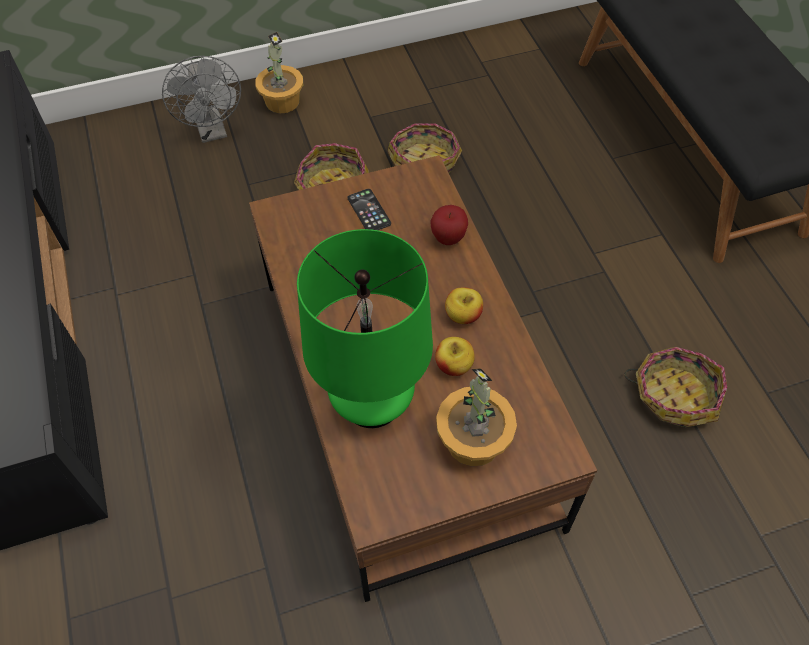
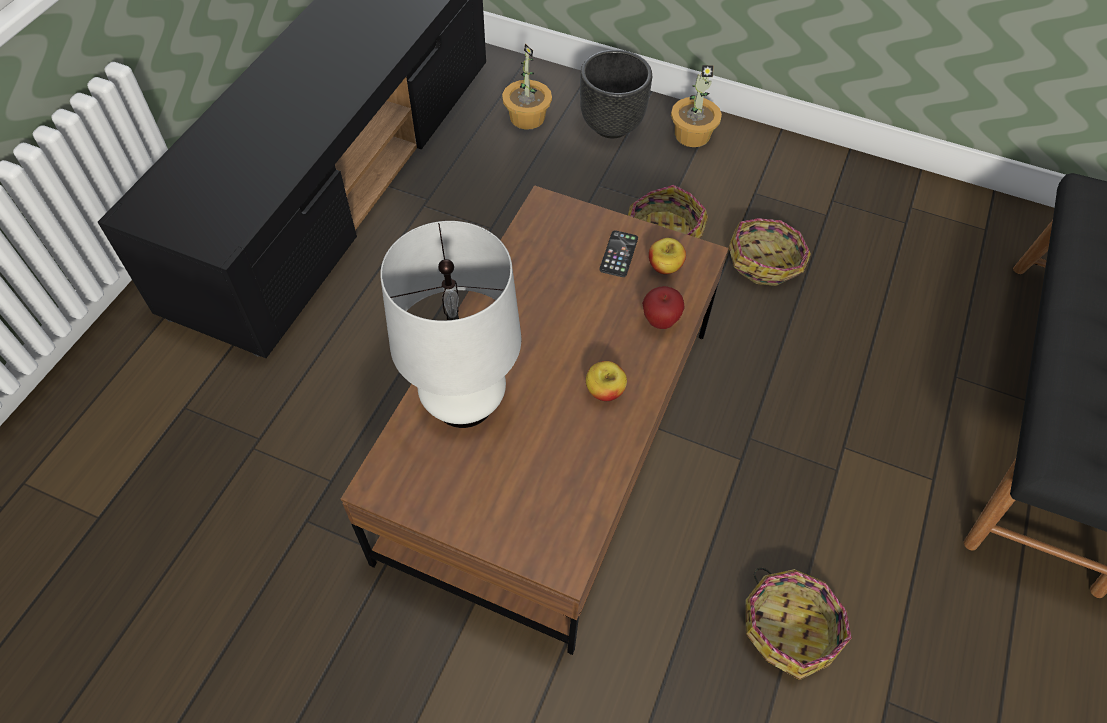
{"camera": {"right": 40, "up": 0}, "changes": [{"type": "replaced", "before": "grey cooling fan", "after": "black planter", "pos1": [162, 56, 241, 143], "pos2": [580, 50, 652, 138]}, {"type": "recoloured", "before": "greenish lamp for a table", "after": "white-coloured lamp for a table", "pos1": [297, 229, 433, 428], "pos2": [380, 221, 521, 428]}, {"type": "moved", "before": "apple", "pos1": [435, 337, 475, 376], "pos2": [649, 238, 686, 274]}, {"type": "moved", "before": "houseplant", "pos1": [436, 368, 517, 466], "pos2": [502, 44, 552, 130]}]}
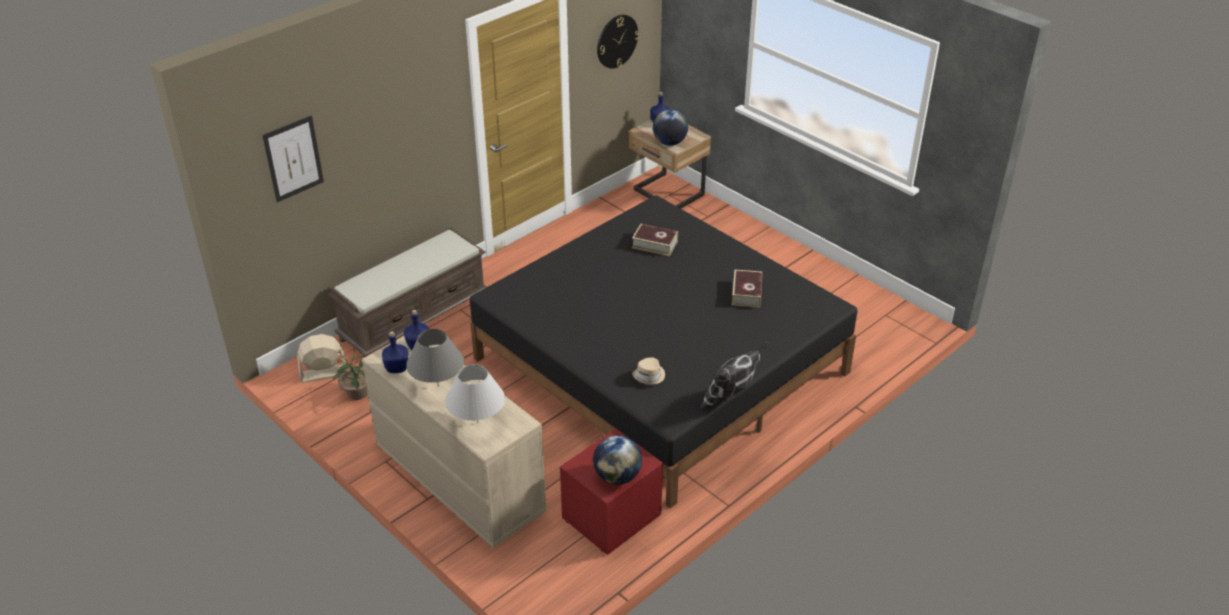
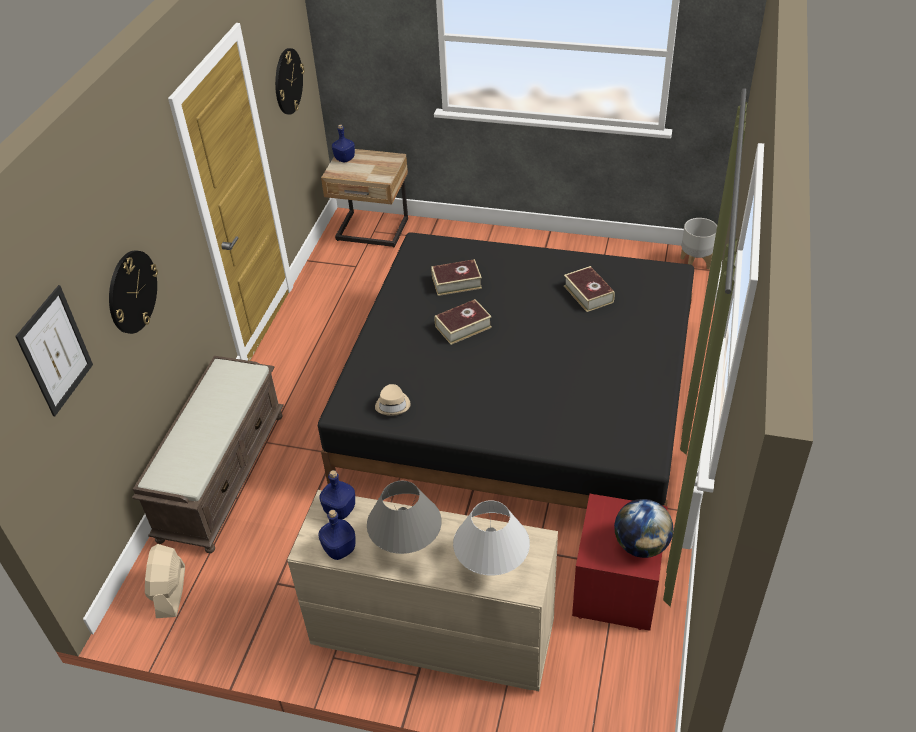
{"camera": {"right": -30, "up": 5}, "changes": [{"type": "removed", "before": "globe", "pos1": [653, 110, 688, 146]}, {"type": "turned", "before": "sand-coloured cooling fan", "pos1": [297, 334, 346, 383], "pos2": [145, 544, 185, 618], "turn": -45}, {"type": "removed", "before": "throw pillow", "pos1": [701, 342, 769, 409]}, {"type": "removed", "before": "houseplant", "pos1": [333, 346, 368, 400]}, {"type": "moved", "before": "sand-coloured hat", "pos1": [632, 357, 665, 385], "pos2": [375, 384, 411, 416]}, {"type": "added", "after": "grey planter", "pos2": [680, 218, 717, 270]}, {"type": "added", "after": "hanging clock", "pos2": [109, 251, 158, 334]}, {"type": "added", "after": "volume", "pos2": [435, 299, 492, 345]}]}
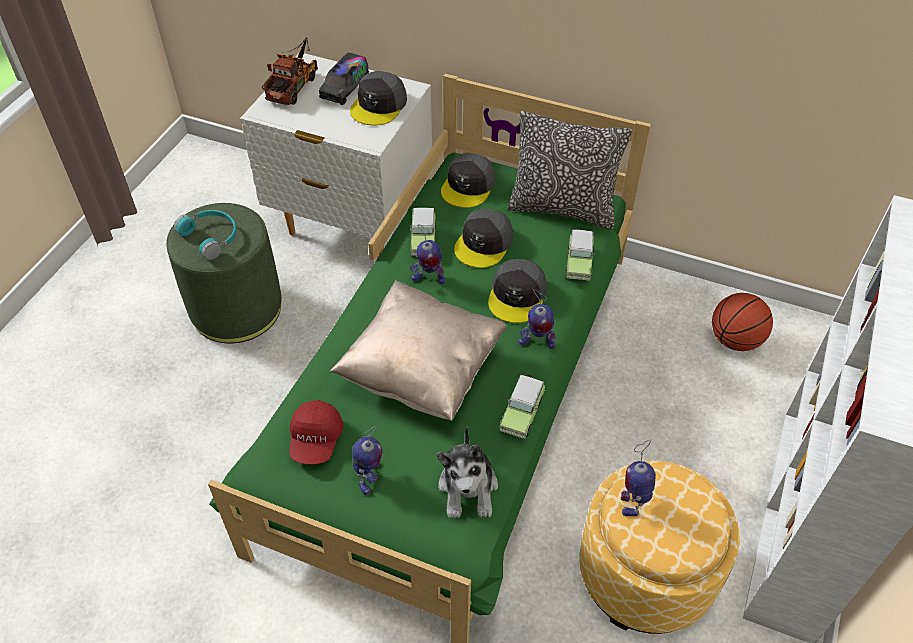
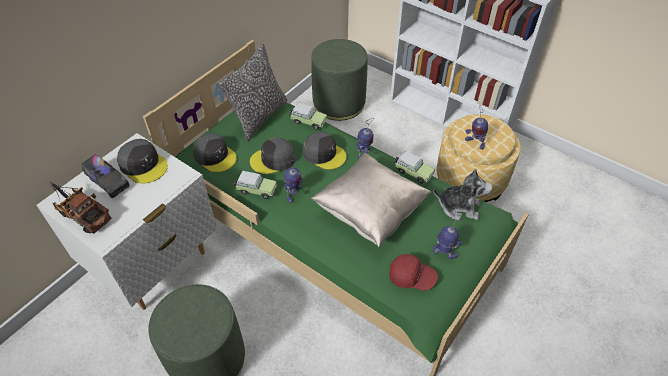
{"camera": {"right": -75, "up": 0}, "changes": [{"type": "turned", "before": "grey cap", "pos1": [454, 208, 513, 268], "pos2": [250, 137, 295, 174], "turn": 120}, {"type": "removed", "before": "turquoise-coloured pair of headphones", "pos1": [174, 210, 237, 260]}, {"type": "replaced", "before": "ball for basketball", "after": "greenish ottoman", "pos1": [712, 293, 773, 351], "pos2": [311, 39, 368, 121]}]}
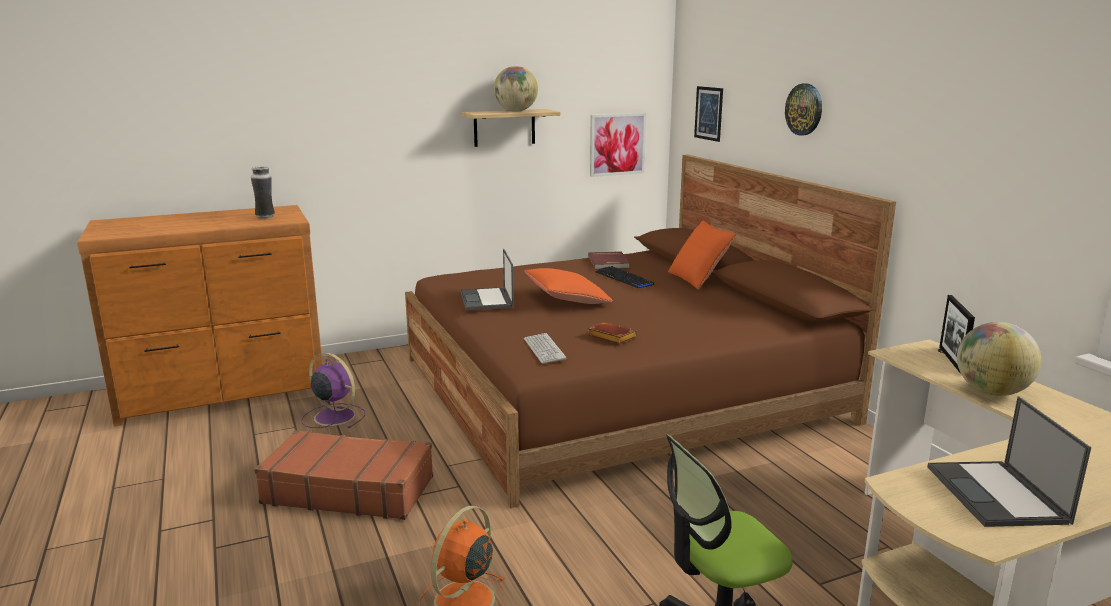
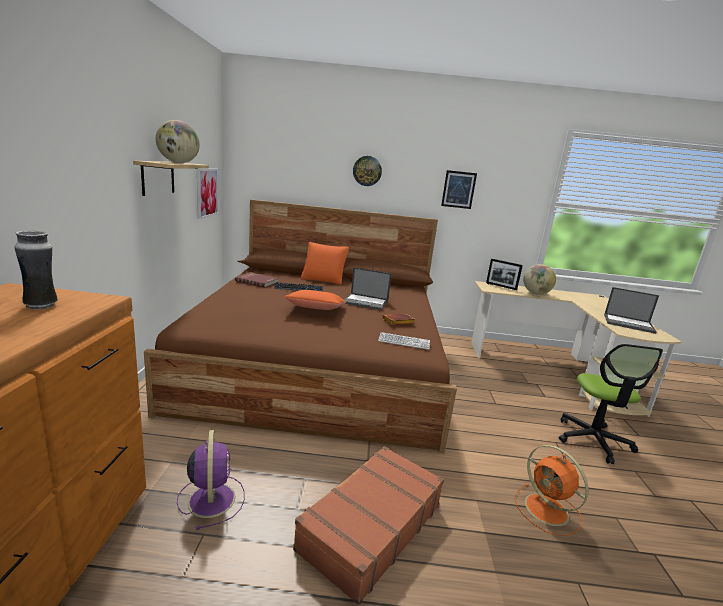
{"camera": {"right": -65, "up": 0}, "changes": [{"type": "moved", "before": "wall picture", "pos1": [694, 86, 723, 142], "pos2": [441, 170, 477, 209]}, {"type": "moved", "before": "portable computer", "pos1": [460, 249, 514, 311], "pos2": [344, 267, 392, 310]}, {"type": "turned", "before": "purplish cooling fan", "pos1": [301, 352, 365, 428], "pos2": [177, 430, 245, 530], "turn": 105}]}
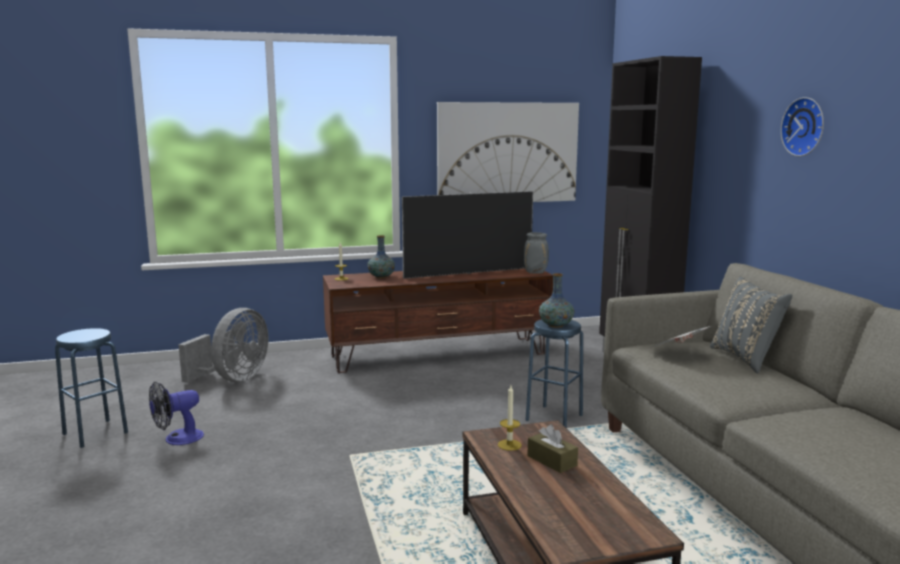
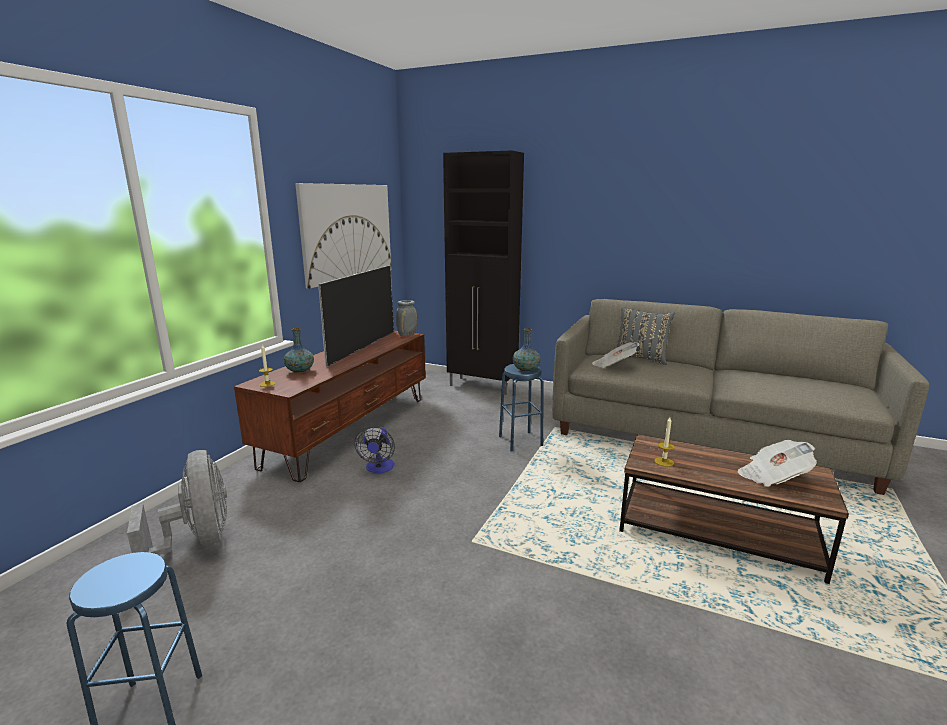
{"camera": {"right": -50, "up": 5}, "changes": [{"type": "removed", "before": "hanging clock", "pos1": [781, 97, 824, 156]}, {"type": "moved", "before": "cooling fan", "pos1": [149, 381, 204, 445], "pos2": [354, 427, 395, 473]}, {"type": "removed", "before": "brown-coloured tissue box", "pos1": [527, 424, 578, 473]}, {"type": "added", "after": "printed paper", "pos2": [738, 440, 817, 487]}]}
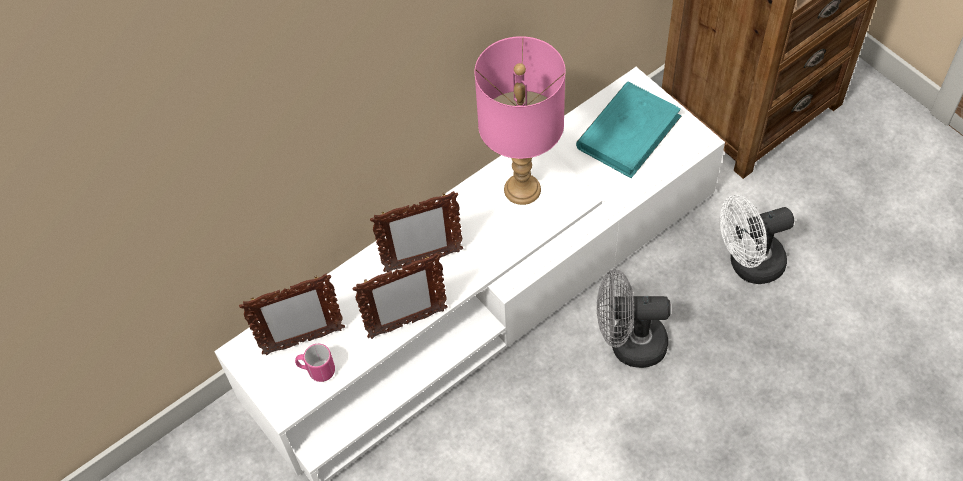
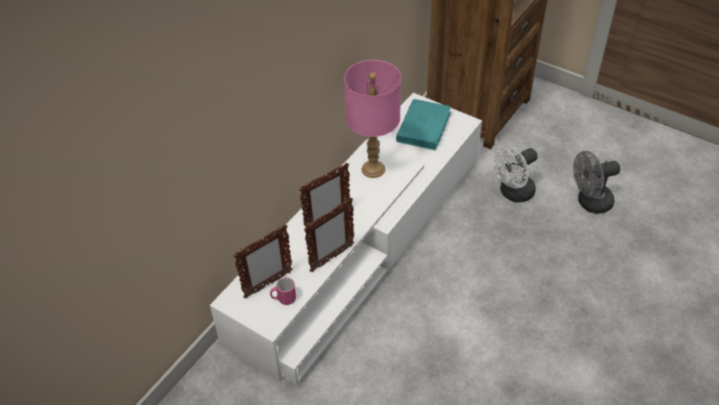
{"camera": {"right": -20, "up": -10}, "changes": [{"type": "moved", "before": "grey cooling fan", "pos1": [597, 270, 671, 368], "pos2": [573, 151, 621, 214]}]}
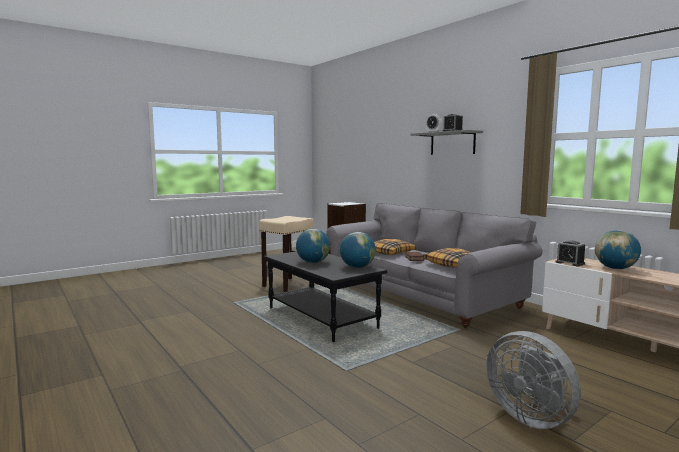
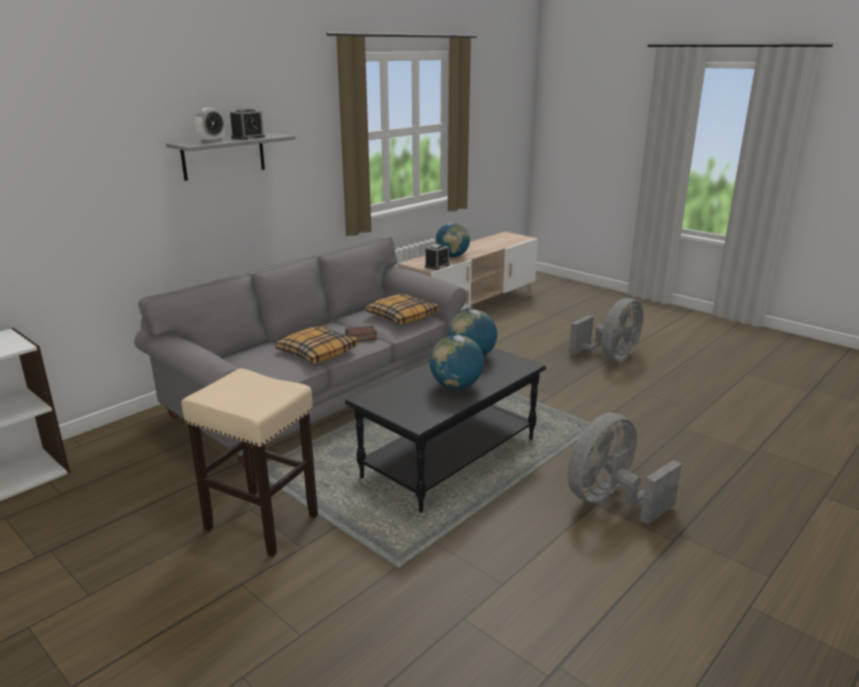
{"camera": {"right": -100, "up": 15}, "changes": [{"type": "added", "after": "grey cooling fan", "pos2": [567, 413, 682, 524]}]}
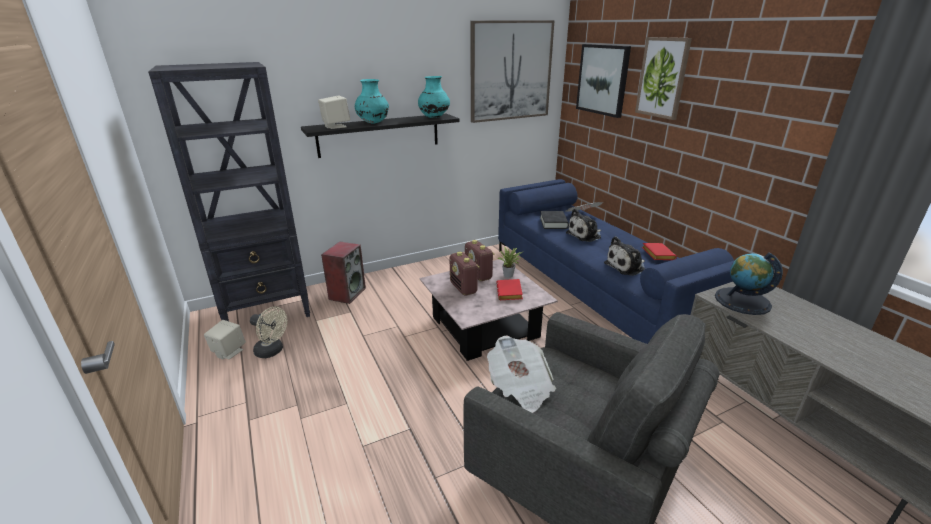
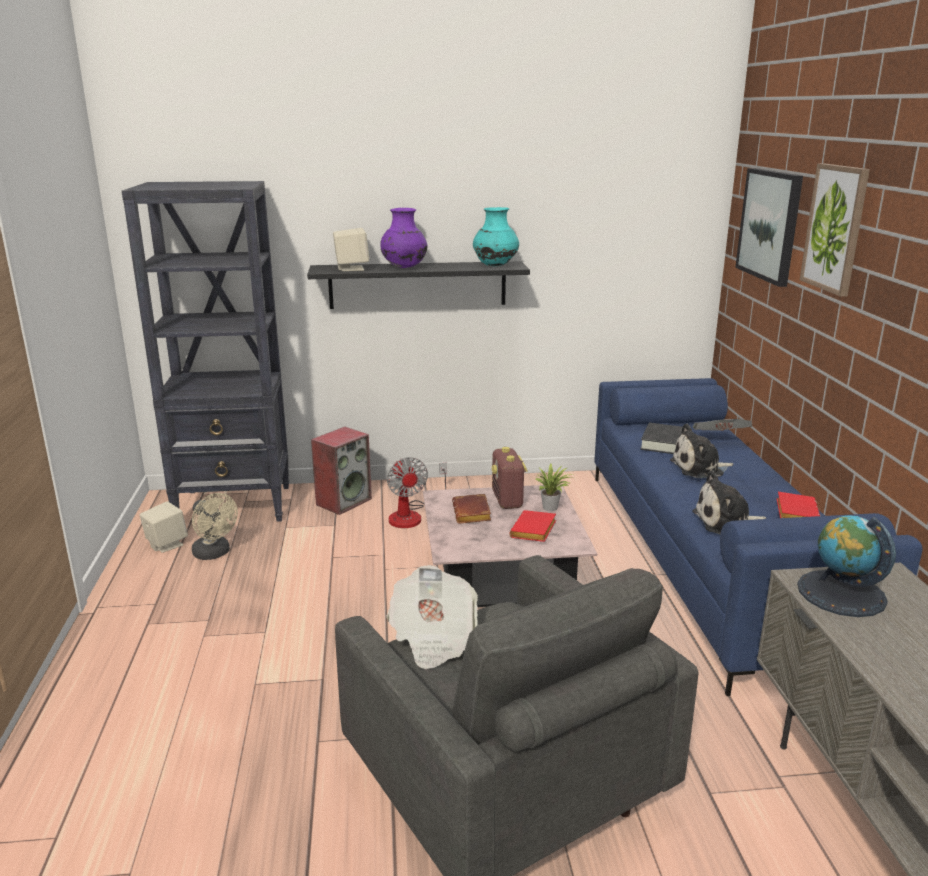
{"camera": {"right": 20, "up": -5}, "changes": [{"type": "removed", "before": "wall picture", "pos1": [471, 20, 555, 123]}, {"type": "recoloured", "before": "turquoise-coloured vase", "after": "purplish vase", "pos1": [355, 79, 389, 124], "pos2": [380, 208, 427, 268]}, {"type": "replaced", "before": "radio receiver", "after": "brown-coloured volume", "pos1": [449, 251, 479, 296], "pos2": [452, 494, 491, 524]}, {"type": "added", "after": "cooling fan", "pos2": [387, 457, 447, 528]}]}
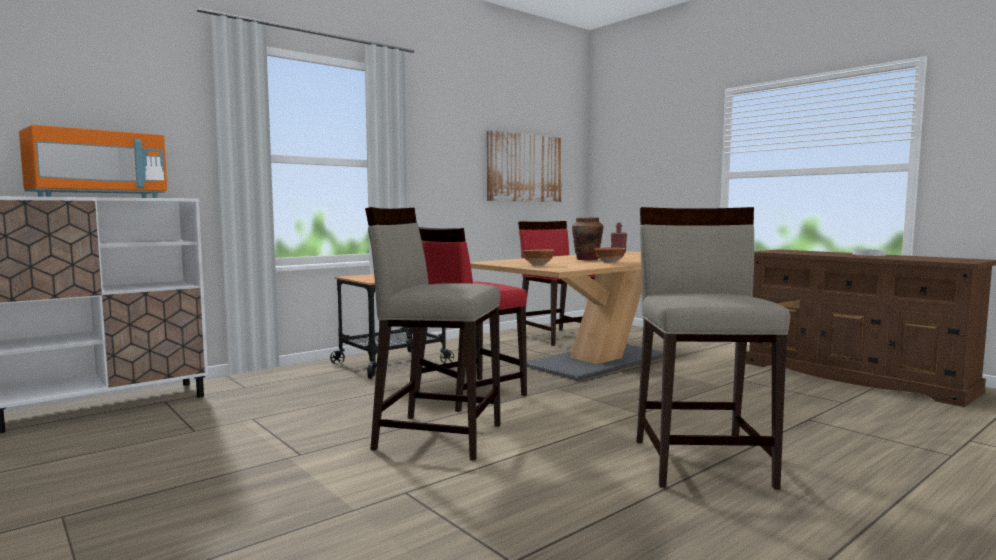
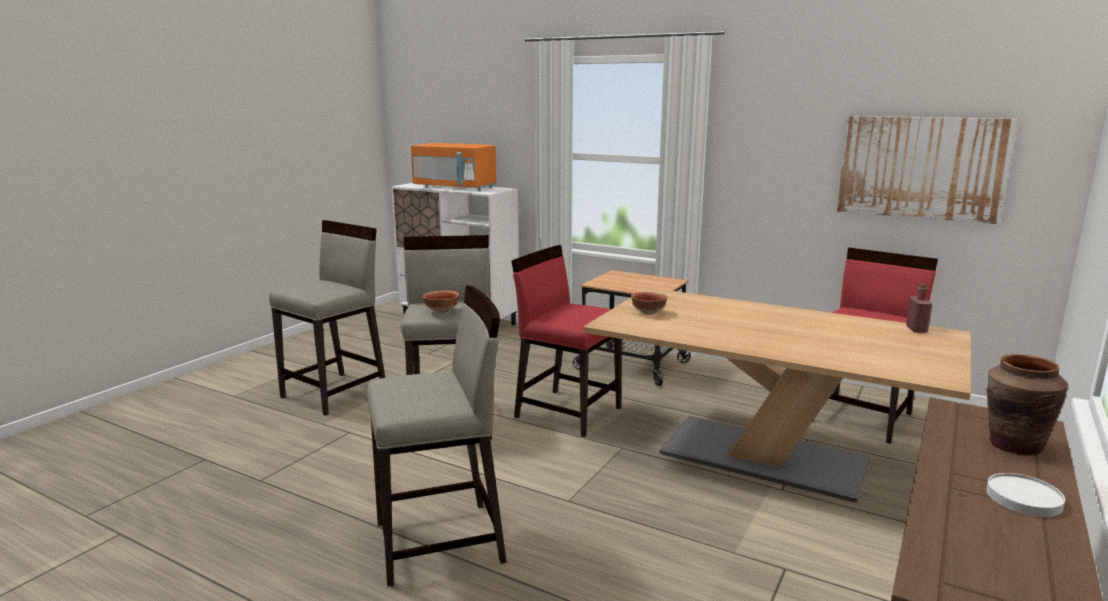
{"camera": {"right": 70, "up": 10}, "changes": [{"type": "moved", "before": "brown-coloured vase", "pos1": [572, 217, 604, 260], "pos2": [986, 354, 1068, 455]}, {"type": "moved", "before": "bowl", "pos1": [595, 247, 626, 263], "pos2": [423, 290, 459, 313]}, {"type": "added", "after": "sand-coloured stool seat", "pos2": [269, 220, 385, 416]}]}
